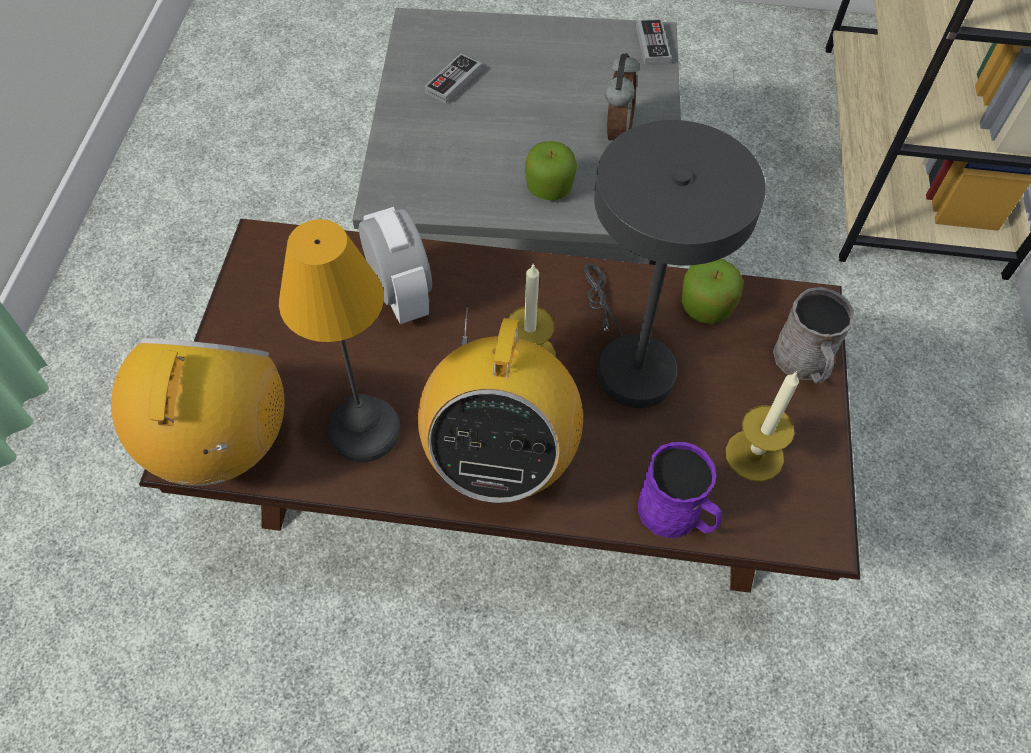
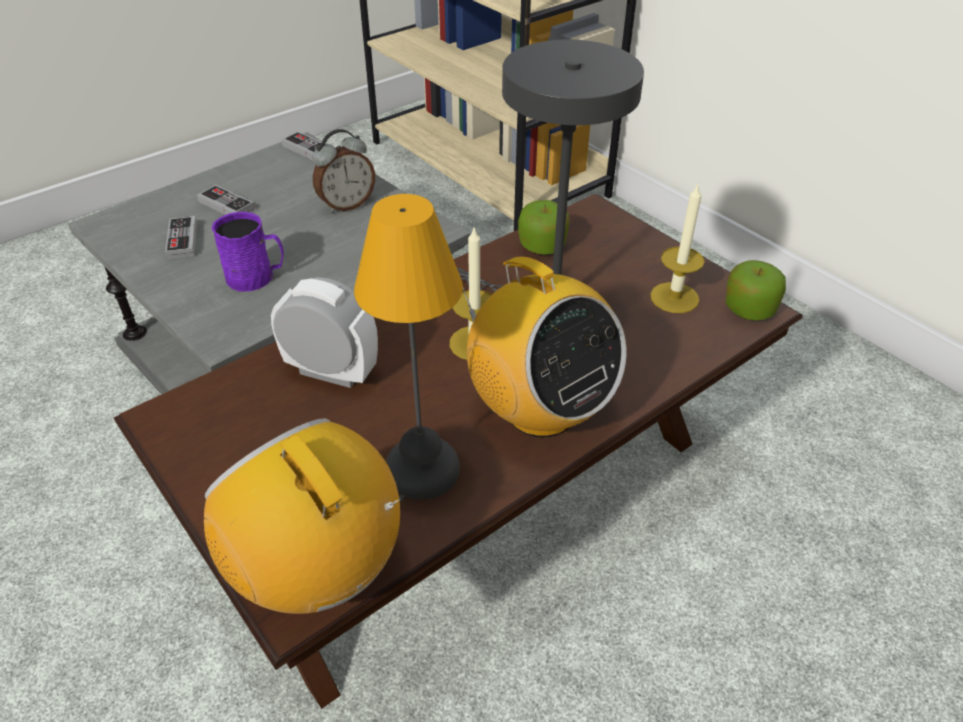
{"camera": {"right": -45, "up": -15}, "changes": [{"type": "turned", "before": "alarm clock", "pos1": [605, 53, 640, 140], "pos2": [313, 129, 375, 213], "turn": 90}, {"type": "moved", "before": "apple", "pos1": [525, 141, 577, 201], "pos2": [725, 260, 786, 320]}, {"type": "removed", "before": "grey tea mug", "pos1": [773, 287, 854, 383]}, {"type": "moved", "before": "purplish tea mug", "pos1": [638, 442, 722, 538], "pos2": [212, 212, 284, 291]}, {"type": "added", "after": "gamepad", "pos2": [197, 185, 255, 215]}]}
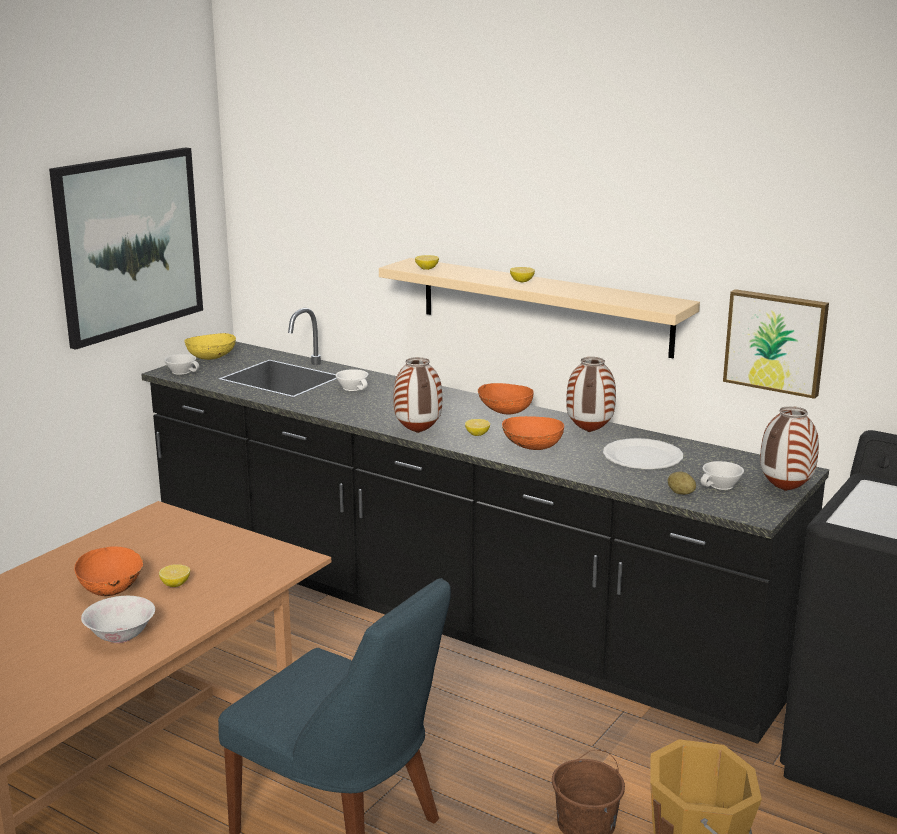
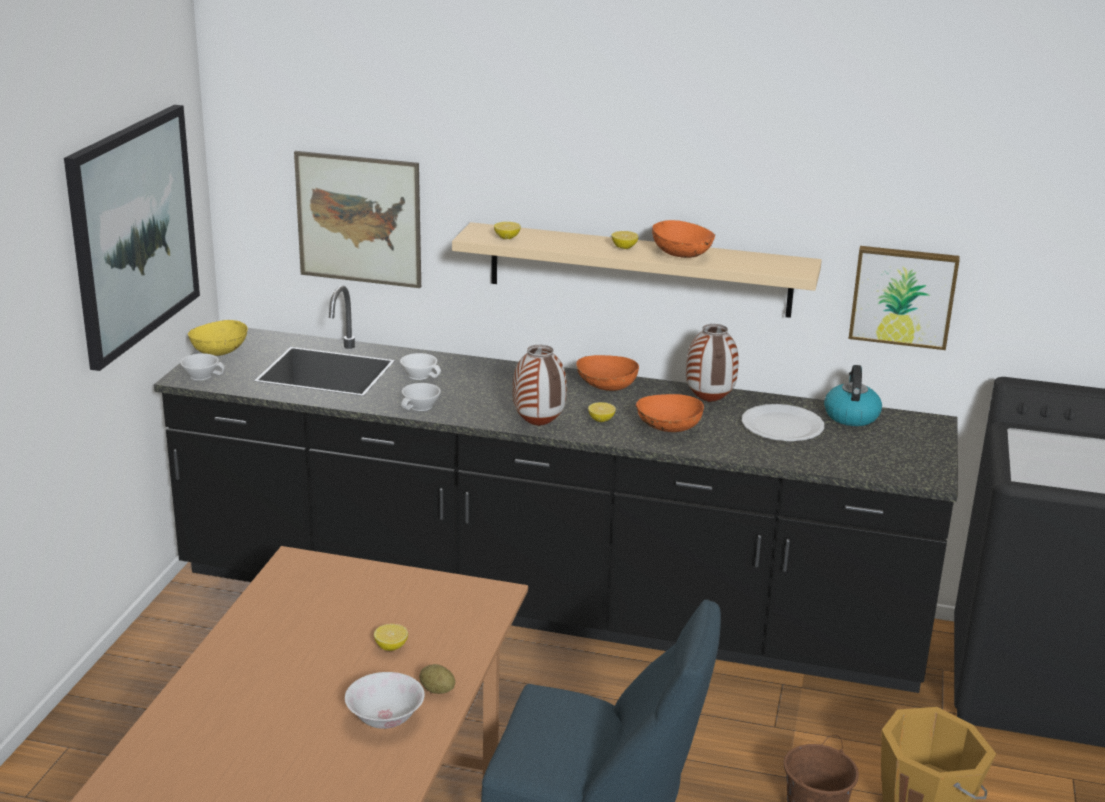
{"camera": {"right": -20, "up": 5}, "changes": [{"type": "removed", "before": "vase", "pos1": [760, 406, 819, 491]}, {"type": "moved", "before": "white-coloured drinking cup", "pos1": [701, 461, 744, 490], "pos2": [401, 383, 441, 411]}, {"type": "moved", "before": "whole potato", "pos1": [668, 471, 696, 495], "pos2": [419, 664, 455, 694]}, {"type": "moved", "before": "orange bowl", "pos1": [74, 546, 143, 596], "pos2": [652, 220, 715, 258]}, {"type": "added", "after": "wall picture", "pos2": [294, 151, 421, 288]}, {"type": "added", "after": "tea kettle", "pos2": [824, 365, 882, 426]}]}
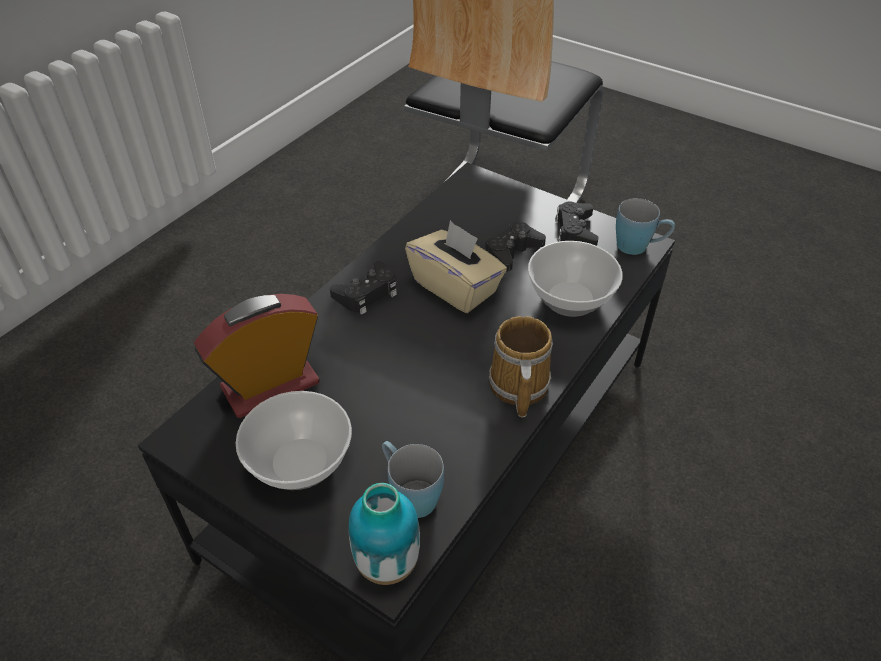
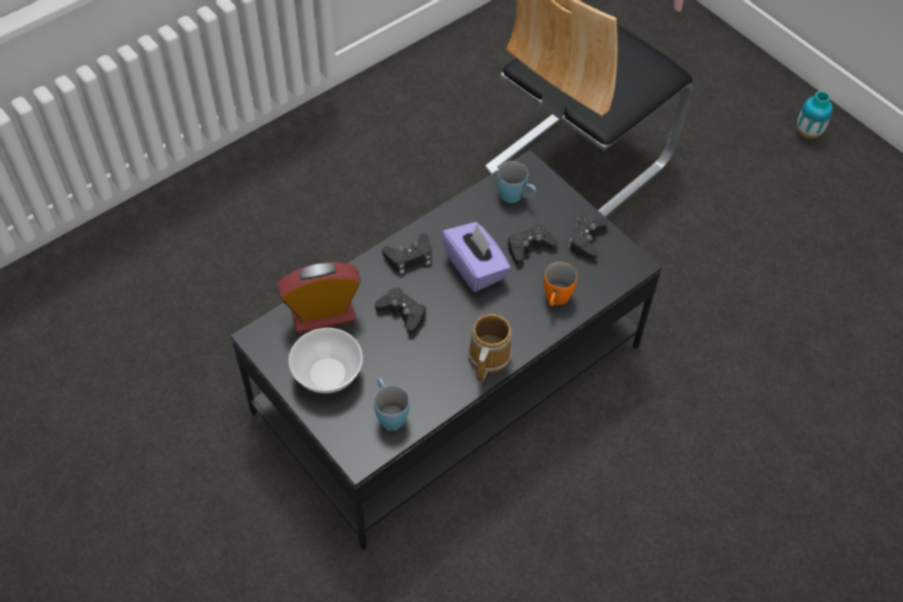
{"camera": {"right": 15, "up": 10}, "changes": [{"type": "moved", "before": "blue tea mug", "pos1": [616, 198, 675, 255], "pos2": [497, 161, 536, 203]}, {"type": "recoloured", "before": "sand-coloured tissue box", "after": "purplish tissue box", "pos1": [405, 220, 507, 313], "pos2": [442, 222, 511, 292]}, {"type": "replaced", "before": "bowl", "after": "orange tea mug", "pos1": [528, 241, 623, 317], "pos2": [544, 262, 577, 306]}, {"type": "moved", "before": "vase", "pos1": [348, 483, 420, 585], "pos2": [797, 91, 833, 139]}, {"type": "added", "after": "black gamepad", "pos2": [375, 287, 426, 334]}]}
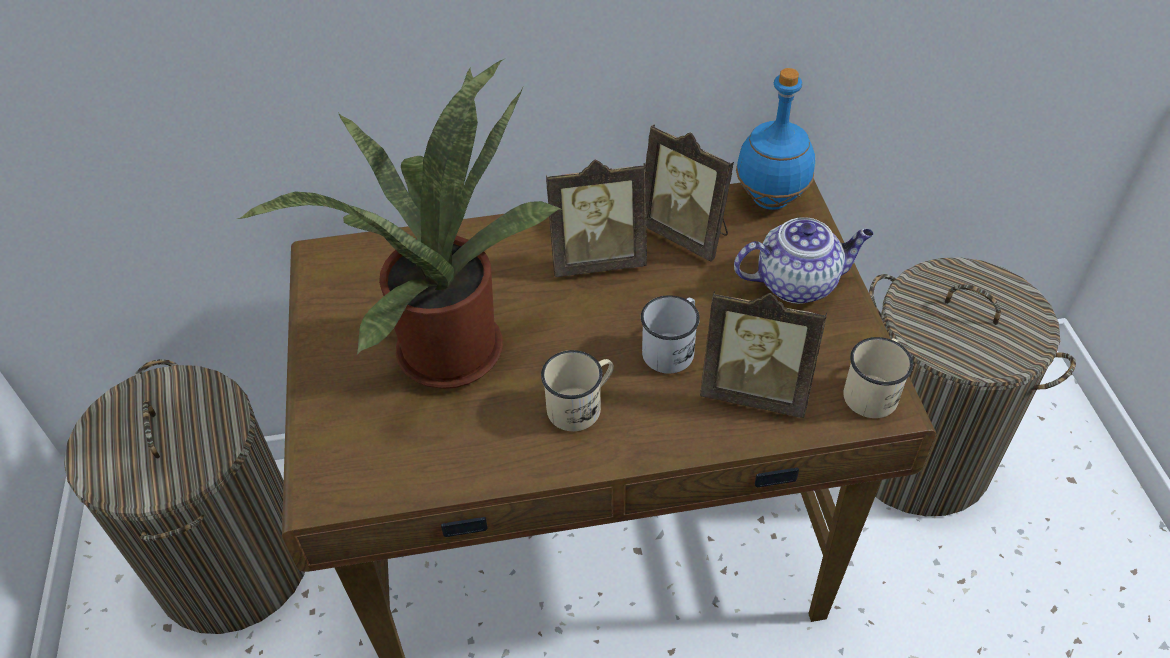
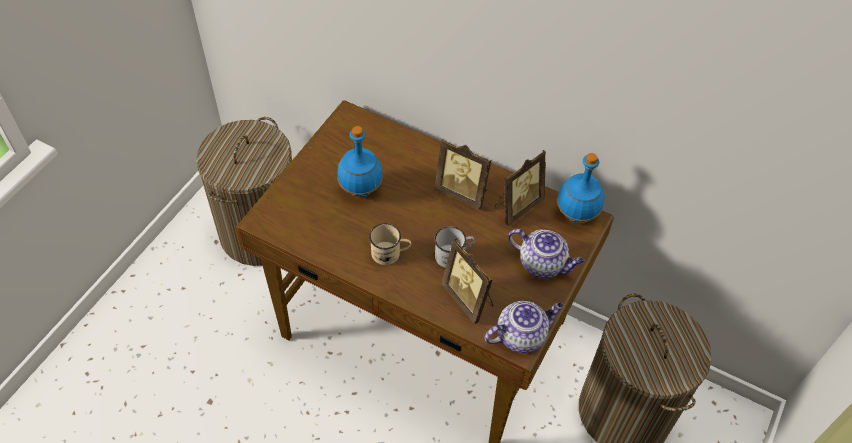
{"camera": {"right": 35, "up": 5}, "changes": [{"type": "replaced", "before": "houseplant", "after": "blue bottle", "pos1": [238, 58, 563, 389], "pos2": [337, 126, 383, 197]}, {"type": "turned", "before": "photo frame", "pos1": [645, 124, 734, 261], "pos2": [494, 150, 546, 226], "turn": -120}, {"type": "replaced", "before": "sand-coloured tea mug", "after": "teapot", "pos1": [843, 337, 913, 418], "pos2": [485, 301, 564, 353]}]}
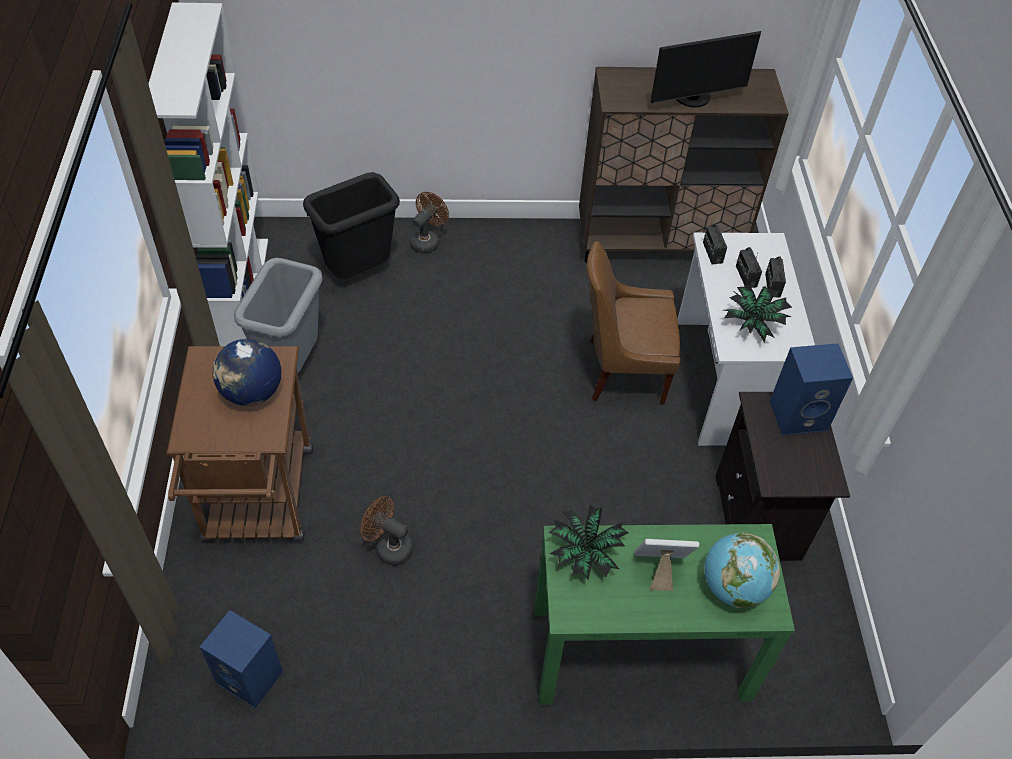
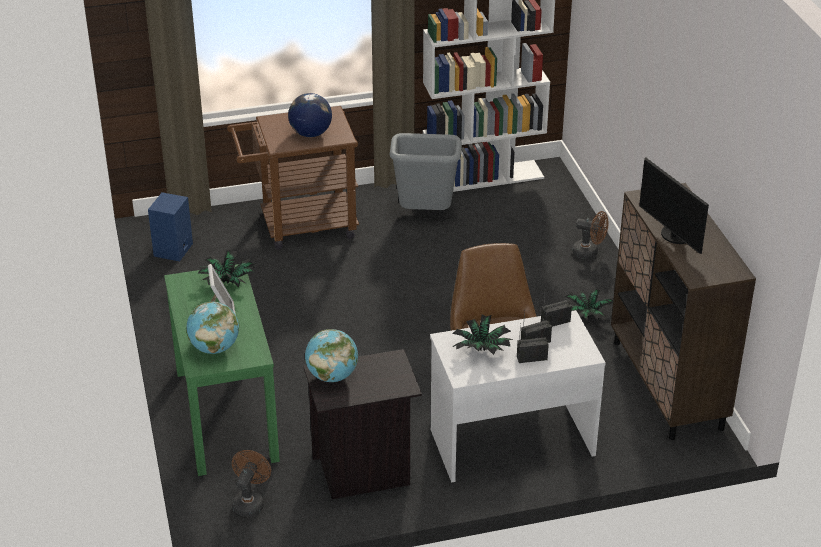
{"camera": {"right": 80, "up": -15}, "changes": [{"type": "removed", "before": "black rubbish bin", "pos1": [303, 172, 400, 278]}, {"type": "removed", "before": "blue audio speaker", "pos1": [770, 343, 853, 435]}, {"type": "moved", "before": "brown-coloured cooling fan", "pos1": [360, 496, 413, 566], "pos2": [232, 450, 271, 517]}, {"type": "added", "after": "houseplant", "pos2": [565, 288, 613, 320]}, {"type": "added", "after": "globe", "pos2": [305, 329, 358, 382]}]}
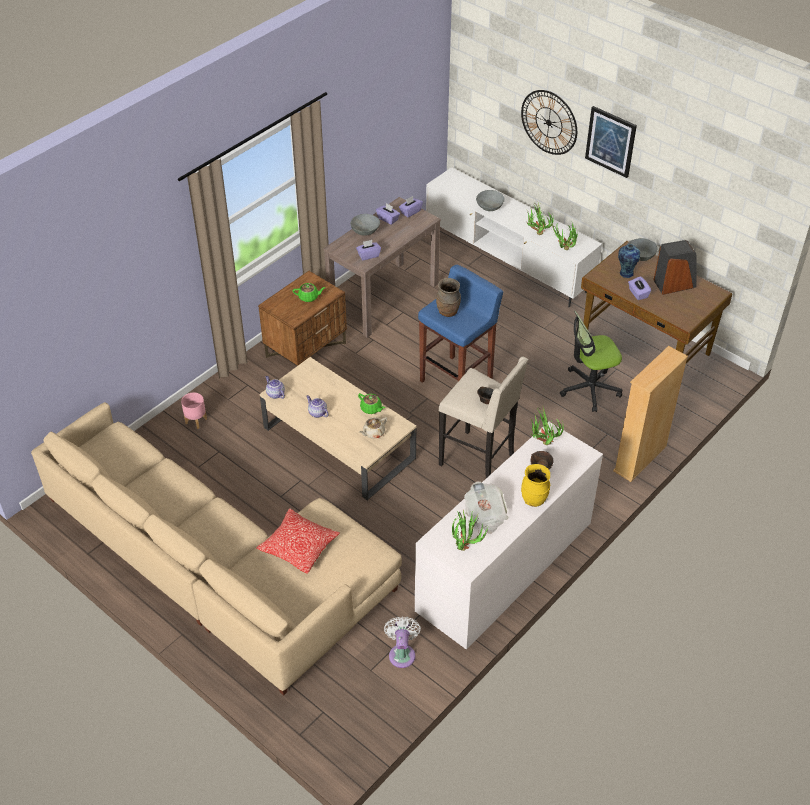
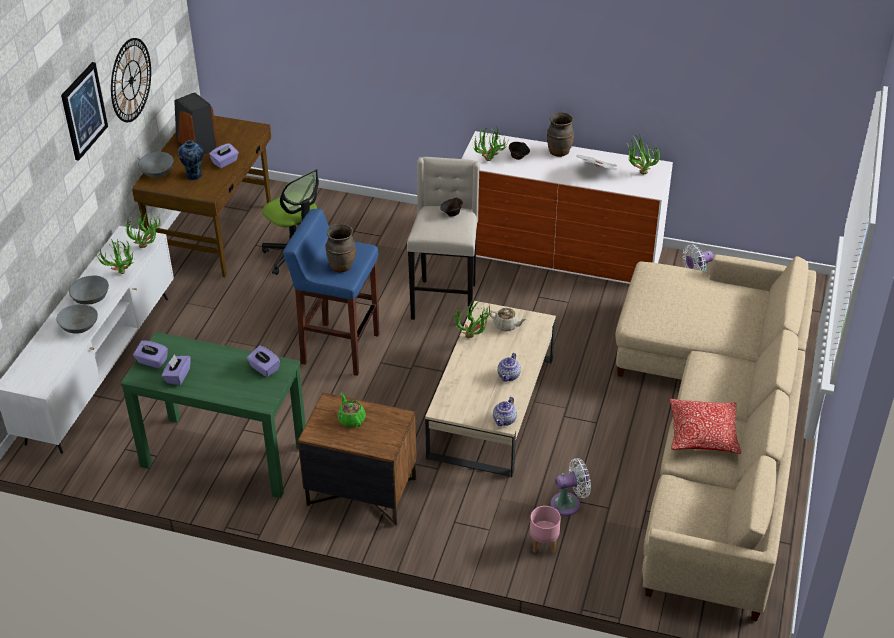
{"camera": {"right": -115, "up": -5}, "changes": [{"type": "moved", "before": "hanging clock", "pos1": [521, 90, 577, 155], "pos2": [111, 38, 151, 122]}, {"type": "recoloured", "before": "brown-coloured narrow table", "after": "greenish narrow table", "pos1": [323, 197, 441, 338], "pos2": [121, 332, 306, 498]}, {"type": "moved", "before": "grey bowl", "pos1": [350, 214, 380, 236], "pos2": [69, 275, 109, 305]}, {"type": "removed", "before": "sand-coloured bookcase", "pos1": [613, 346, 688, 482]}, {"type": "replaced", "before": "greenish teapot", "after": "houseplant", "pos1": [358, 393, 385, 414], "pos2": [454, 301, 492, 338]}, {"type": "recoloured", "before": "yellow vase", "after": "brown-coloured vase", "pos1": [521, 464, 550, 507], "pos2": [547, 112, 574, 157]}, {"type": "moved", "before": "throw pillow", "pos1": [256, 509, 340, 574], "pos2": [669, 399, 741, 454]}, {"type": "added", "after": "white-coloured cooling fan", "pos2": [551, 458, 591, 516]}]}
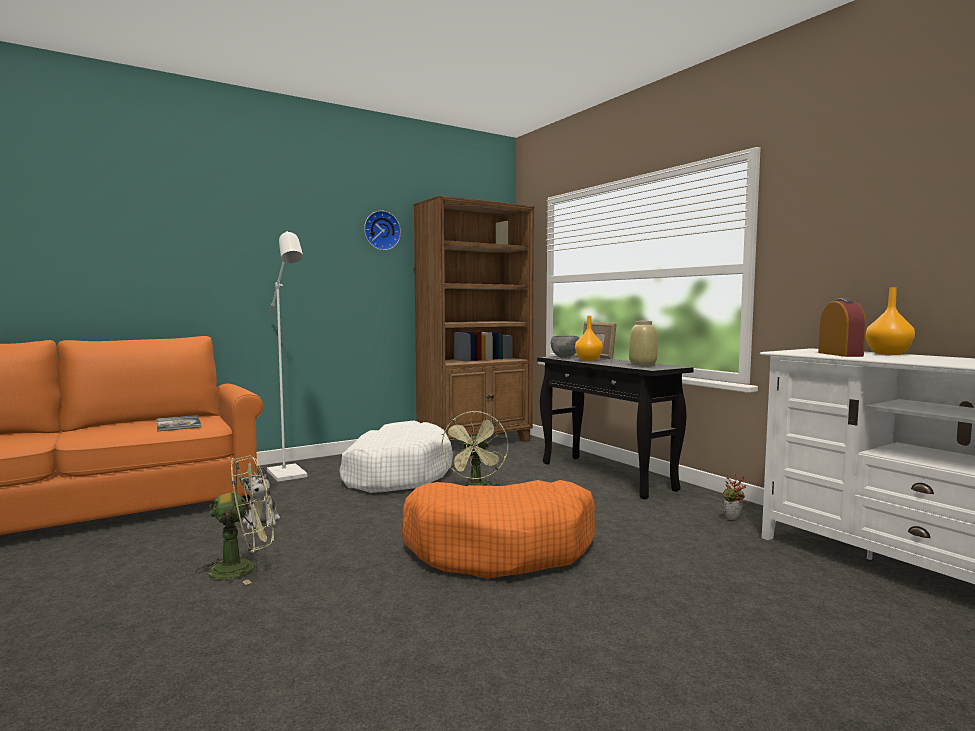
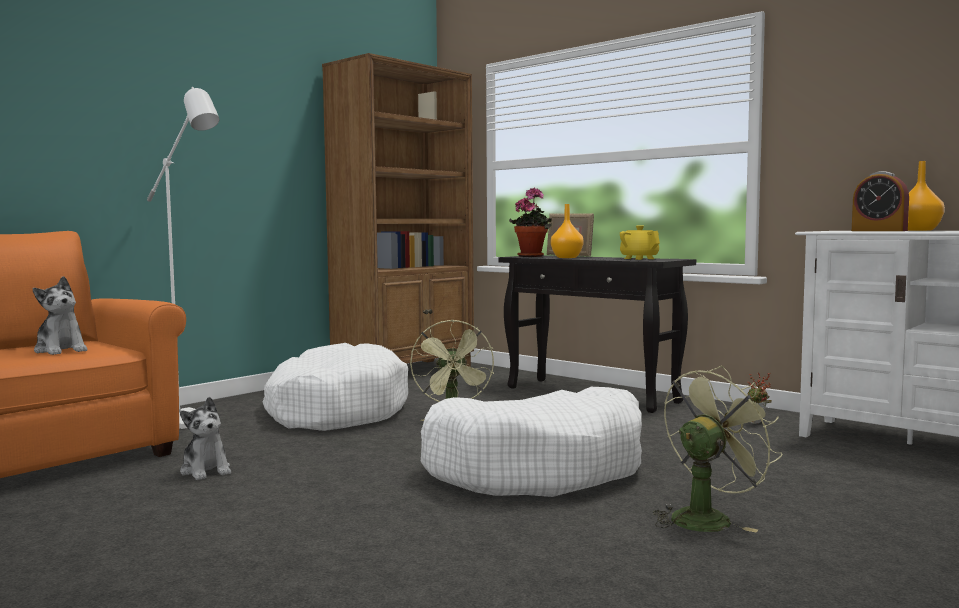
{"camera": {"right": -15, "up": 0}, "changes": [{"type": "removed", "before": "hanging clock", "pos1": [364, 211, 401, 250]}, {"type": "turned", "before": "alarm clock", "pos1": [818, 298, 866, 357], "pos2": [852, 171, 909, 231], "turn": 150}, {"type": "replaced", "before": "sand-coloured vase", "after": "yellow teapot", "pos1": [629, 321, 658, 366], "pos2": [620, 225, 660, 260]}, {"type": "replaced", "before": "grey bowl", "after": "houseplant", "pos1": [551, 336, 580, 357], "pos2": [509, 188, 552, 257]}, {"type": "replaced", "before": "volume", "after": "cuddly toy", "pos1": [156, 415, 202, 431], "pos2": [33, 276, 87, 355]}, {"type": "moved", "before": "greenish cooling fan", "pos1": [195, 455, 274, 585], "pos2": [653, 365, 782, 533]}, {"type": "recoloured", "before": "orange dog cushion", "after": "white-coloured dog cushion", "pos1": [402, 480, 596, 579], "pos2": [421, 387, 642, 497]}]}
